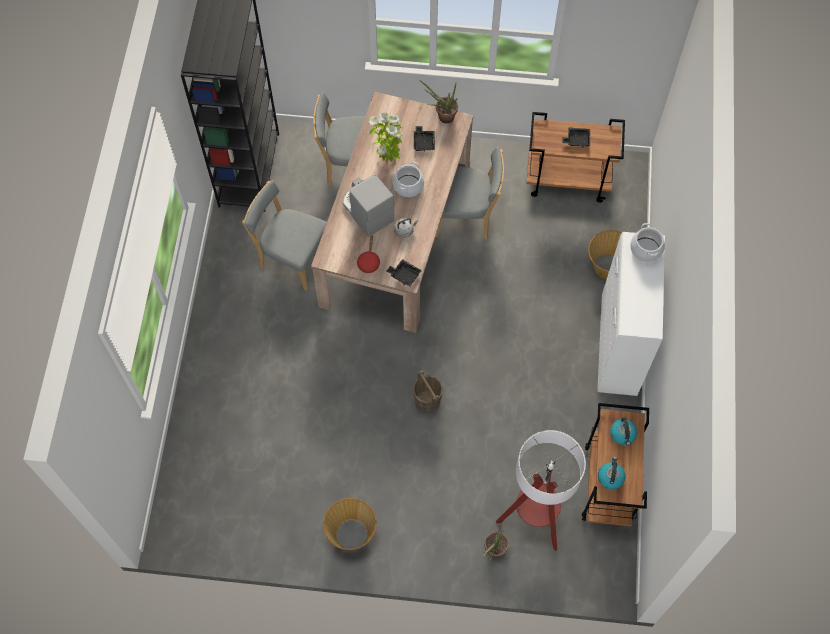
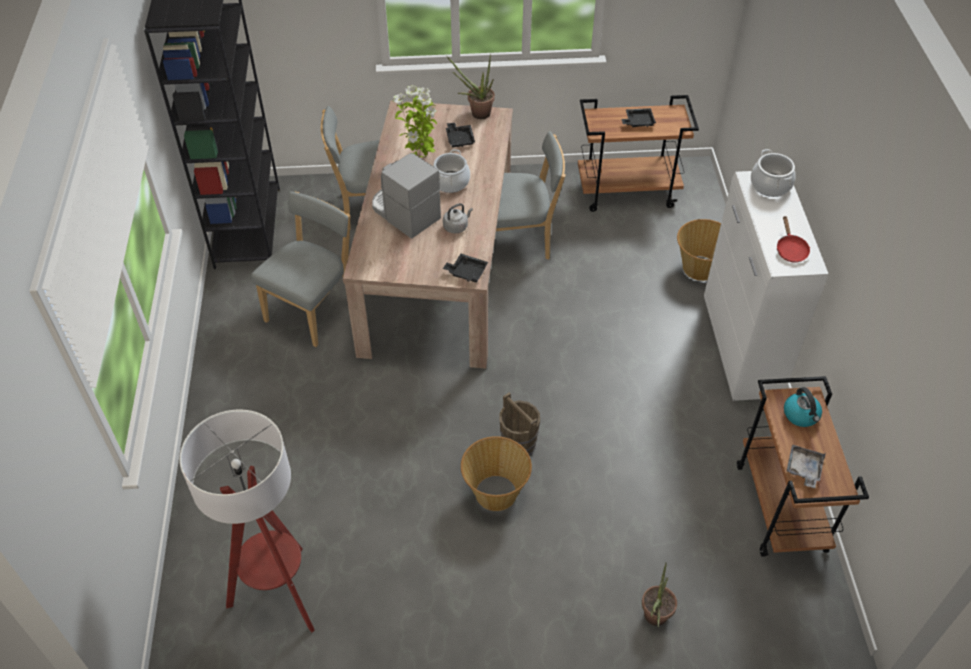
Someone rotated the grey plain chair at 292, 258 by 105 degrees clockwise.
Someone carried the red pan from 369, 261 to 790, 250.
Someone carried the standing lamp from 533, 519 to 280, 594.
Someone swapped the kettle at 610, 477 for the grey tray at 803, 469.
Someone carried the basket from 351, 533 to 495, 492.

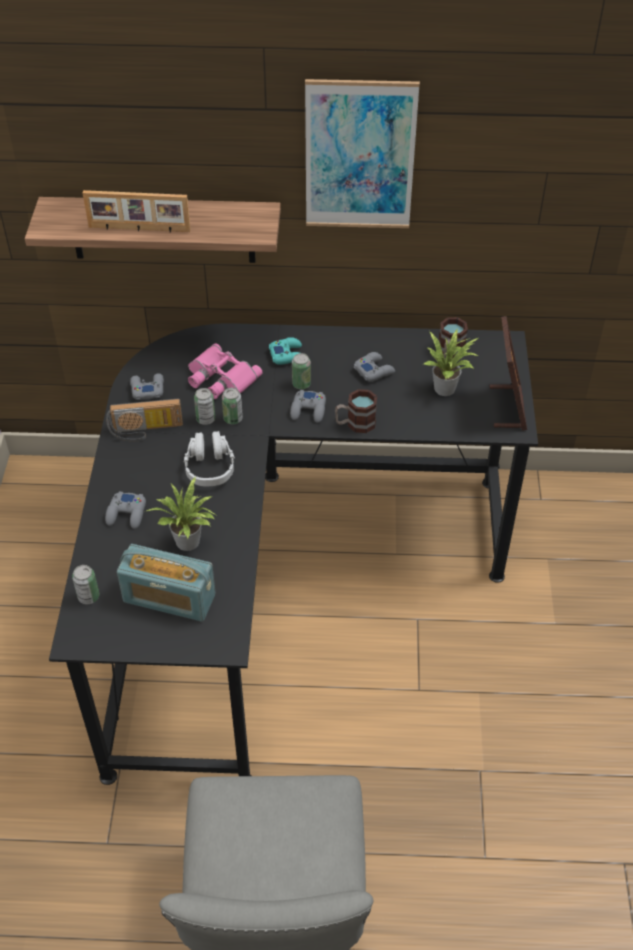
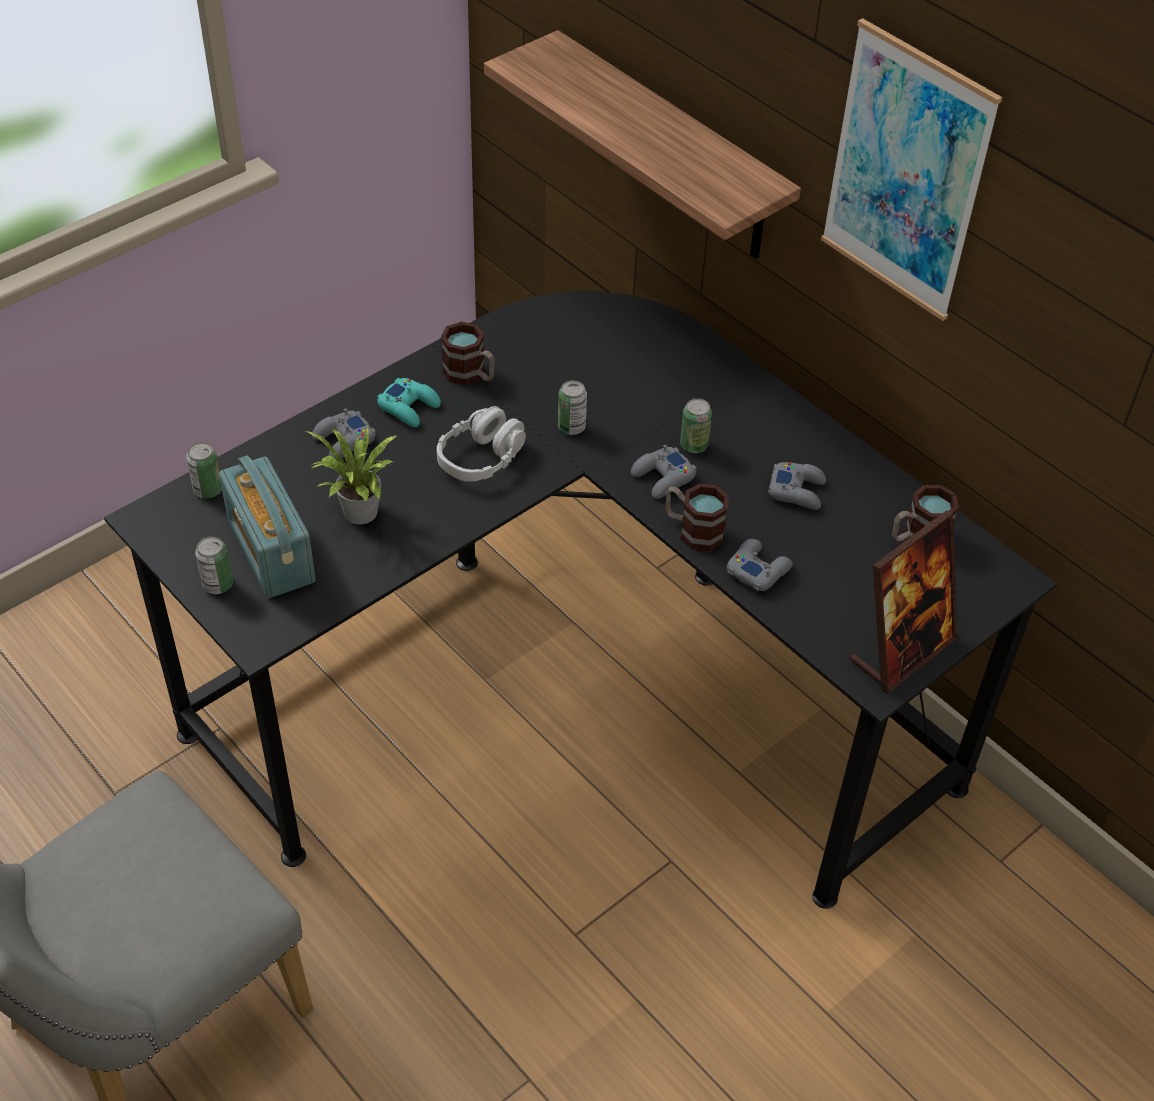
Someone took away the picture frame at 139, 229.
Someone took away the plant in a pot at 447, 388.
Someone carried the turquoise gamepad from 288, 355 to 409, 407.
Someone took away the pink-coloured pair of binoculars at 220, 378.
Someone carried the grey gamepad from 147, 389 to 758, 569.
Someone carried the sealed can from 206, 419 to 218, 584.
Someone swapped the radio set at 146, 431 for the tea mug at 470, 375.

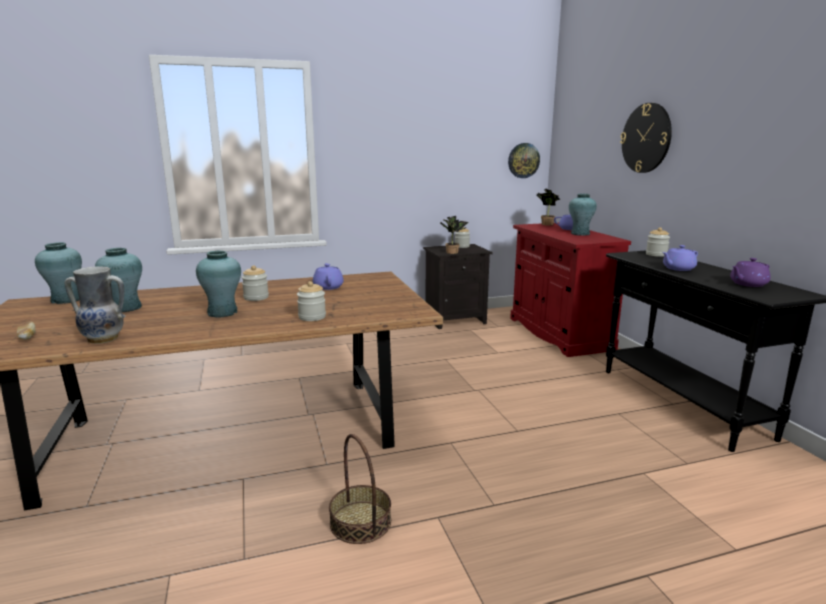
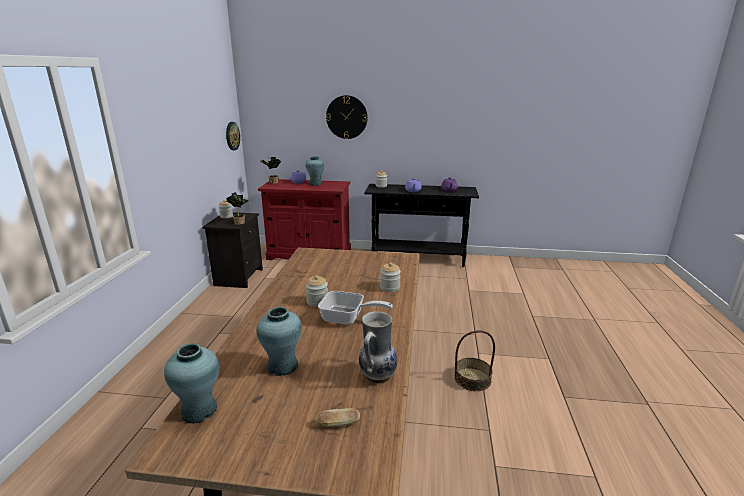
Someone swapped the turquoise decorative vase at 222, 312 for the pan at 347, 318.
Someone took away the purple-coloured tea pot at 328, 287.

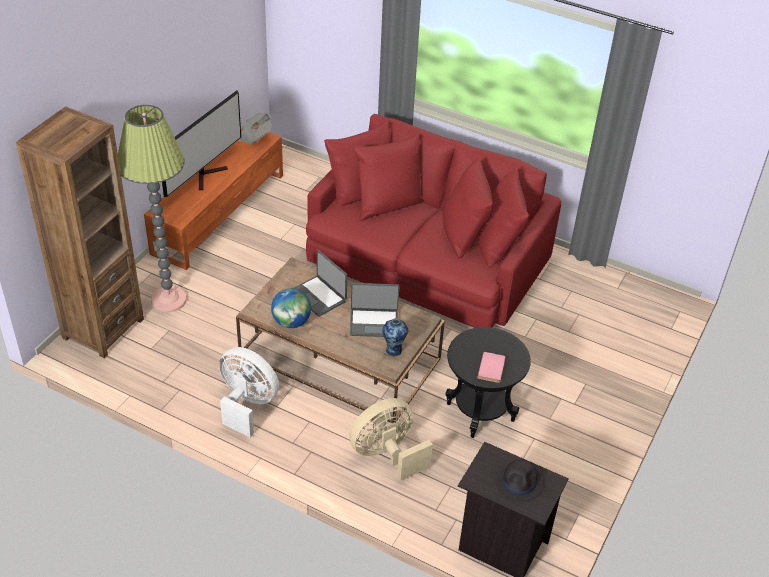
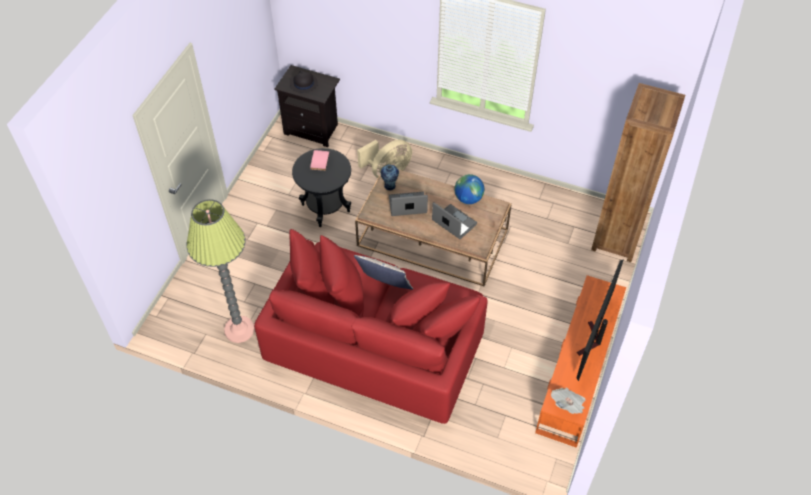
Someone carried the standing lamp from 169, 300 to 239, 330.
Someone took away the white-coloured cooling fan at 247, 404.
Someone put down the throw pillow at 384, 287.

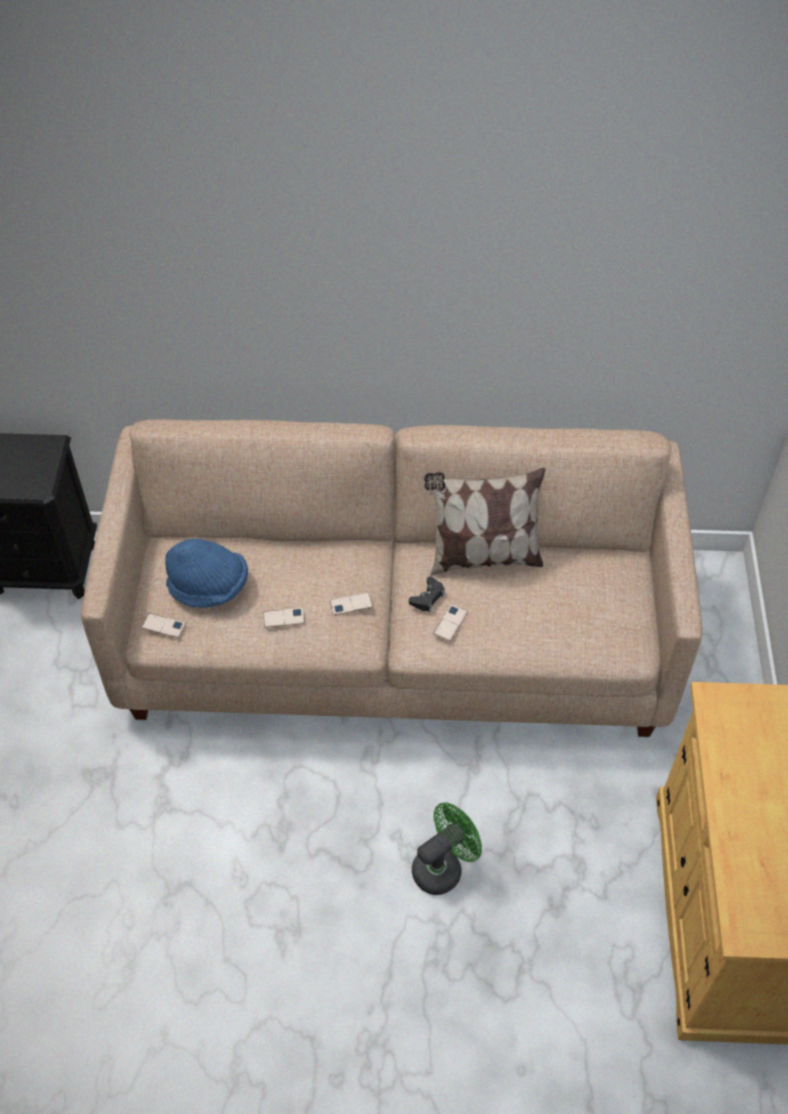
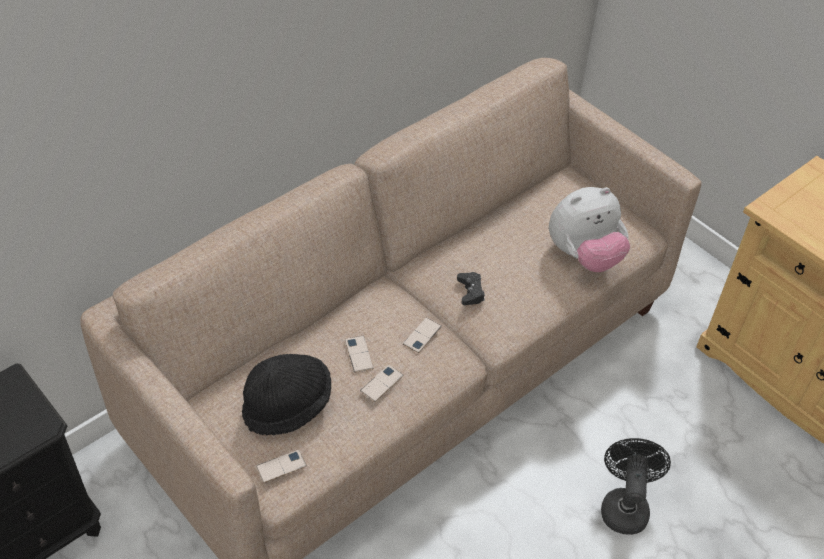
Someone took away the throw pillow at 482, 556.
Someone repainted the blue-coloured clothing hat at 209, 587, which became the black-coloured clothing hat at 287, 405.
Someone carried the phone from 450, 623 to 359, 354.
Someone repainted the greenish cooling fan at 443, 866, which became the black-coloured cooling fan at 624, 505.
Someone put down the plush toy at 584, 256.

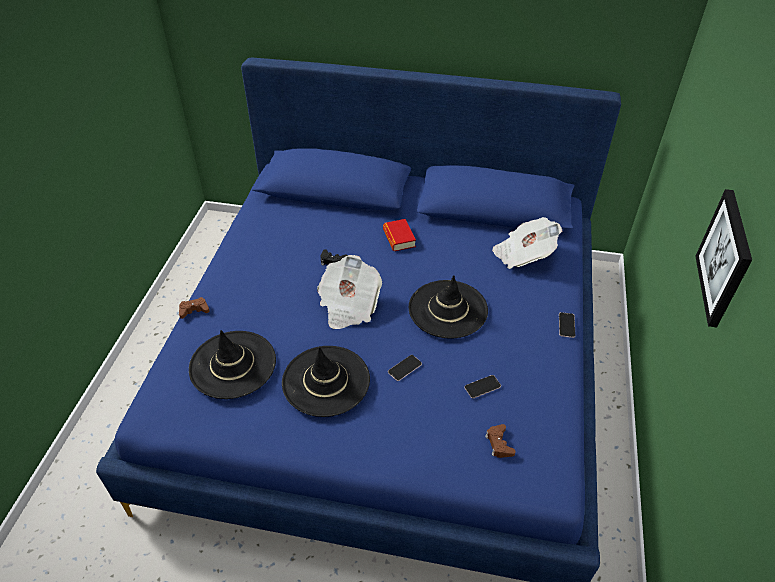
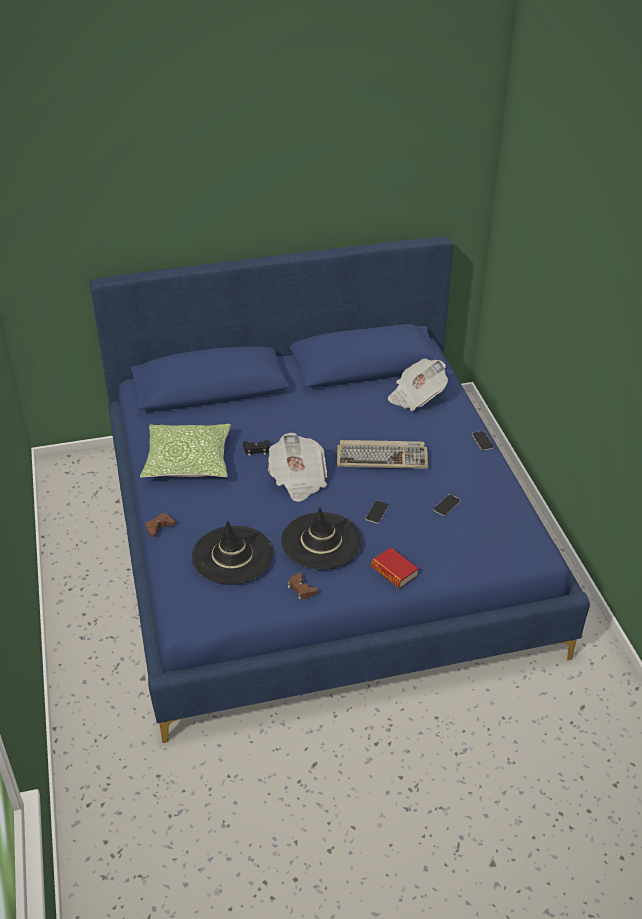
Someone took away the wall picture at 725, 258.
Someone carried the volume from 399, 238 to 394, 571.
Someone swapped the black-coloured clothing hat at 448, 309 for the PC keyboard at 382, 457.
Someone carried the brownish gamepad from 499, 444 to 301, 589.
Someone put down the throw pillow at 188, 461.

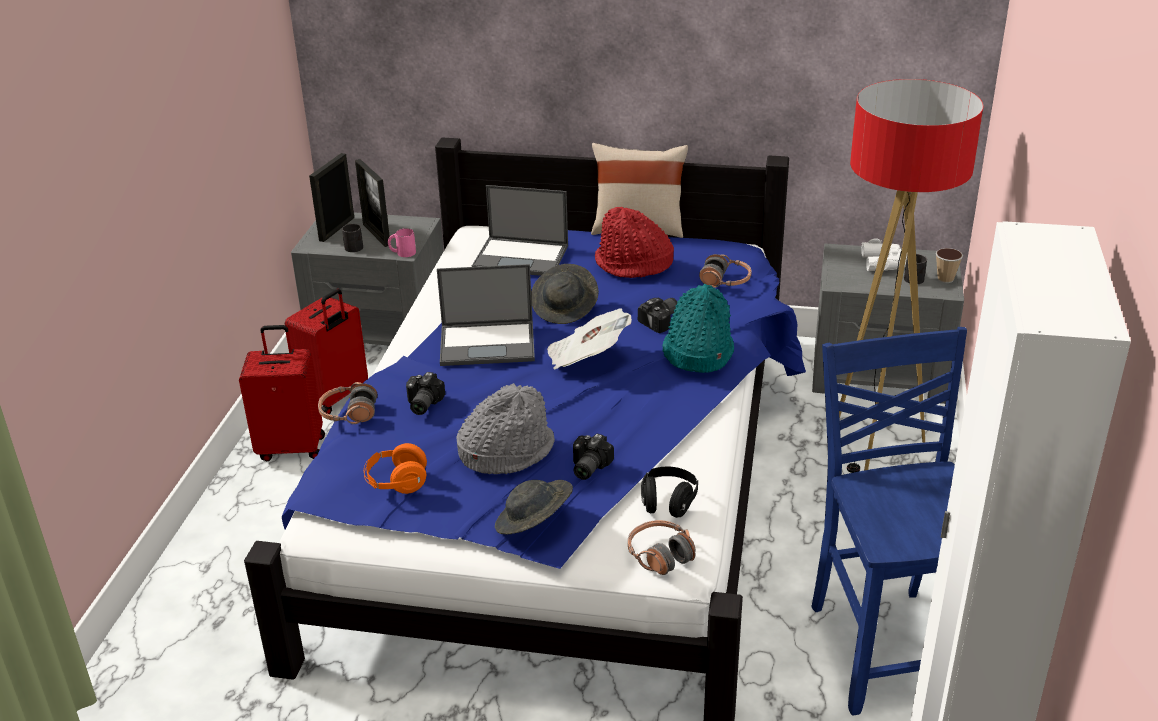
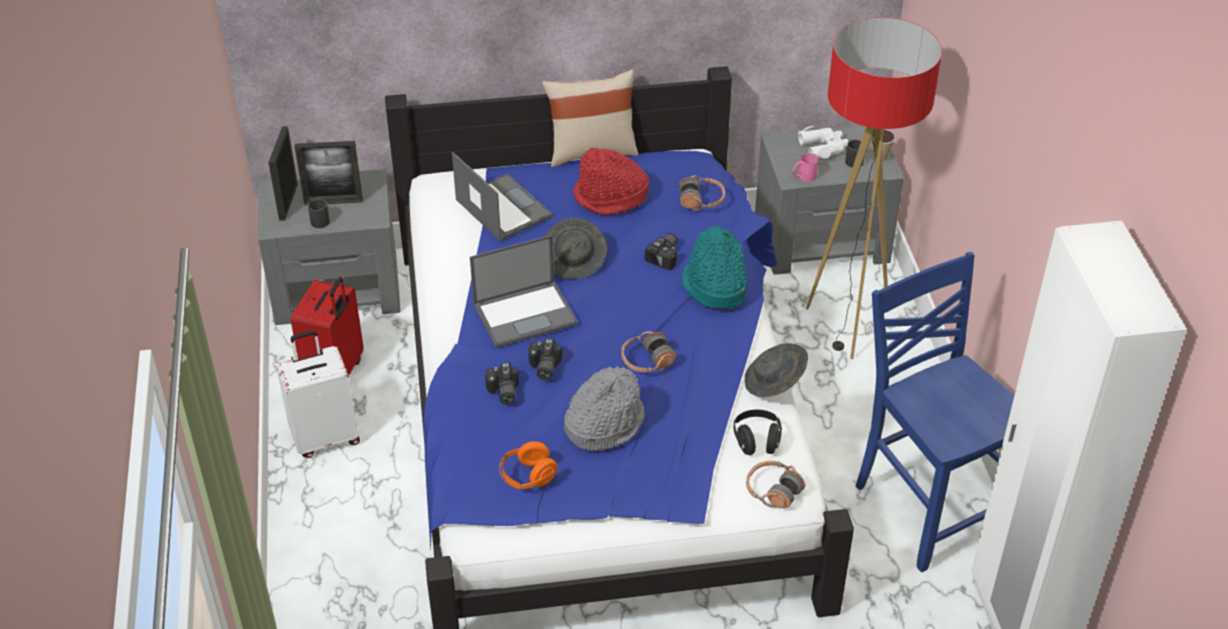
Someone rotated the picture frame at 376, 235 by 45 degrees counterclockwise.
Someone rotated the notebook computer at 522, 257 by 120 degrees counterclockwise.
Someone carried the pink-coloured tea mug from 402, 253 to 804, 176.
Someone took away the printed paper at 587, 358.
Someone repainted the red suitcase at 292, 447, which became the white-coloured suitcase at 325, 437.
Someone carried the headphones from 349, 413 to 647, 361.
Someone carried the photo camera from 587, 467 to 543, 367.
Someone carried the grey clothing hat from 534, 524 to 774, 382.

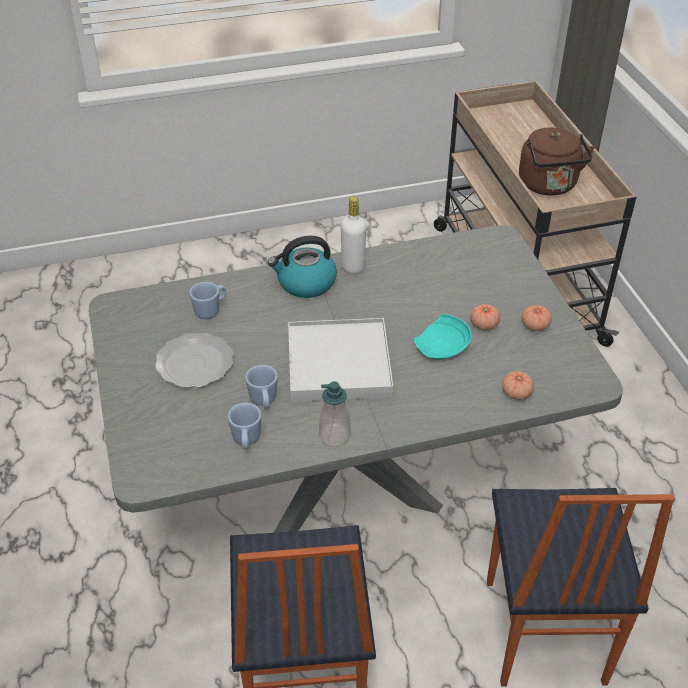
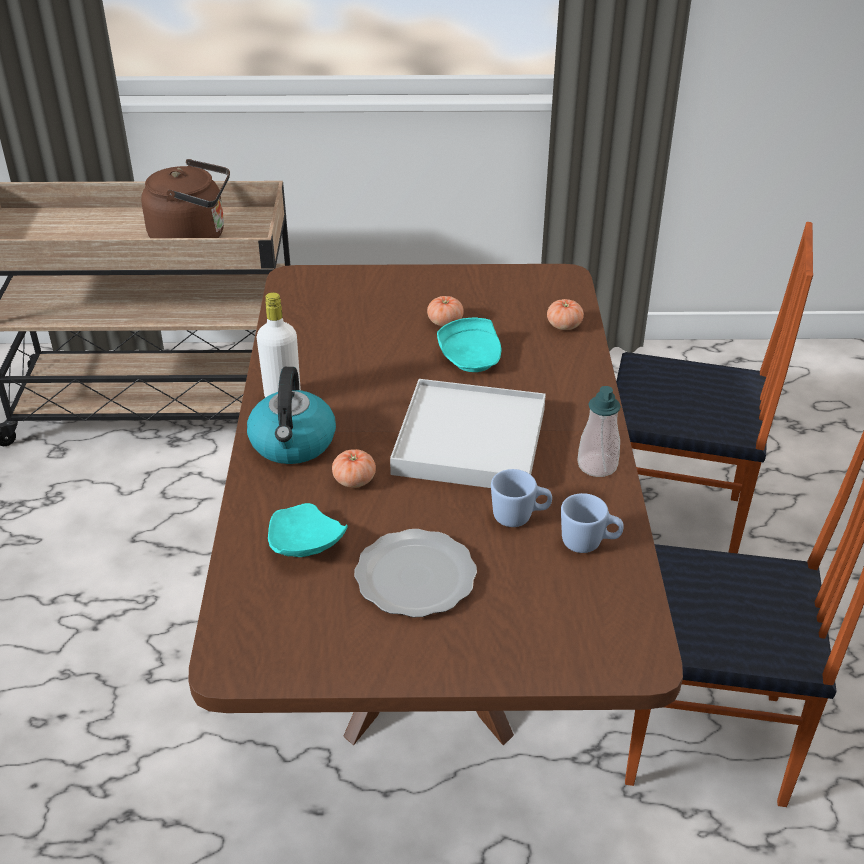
Someone repainted the grey kitchen table at 343, 487, which became the brownish kitchen table at 430, 643.
Someone swapped the blue-coloured tea mug at 211, 310 for the turquoise plate at 304, 545.
Someone carried the whole tomato from 535, 326 to 354, 480.

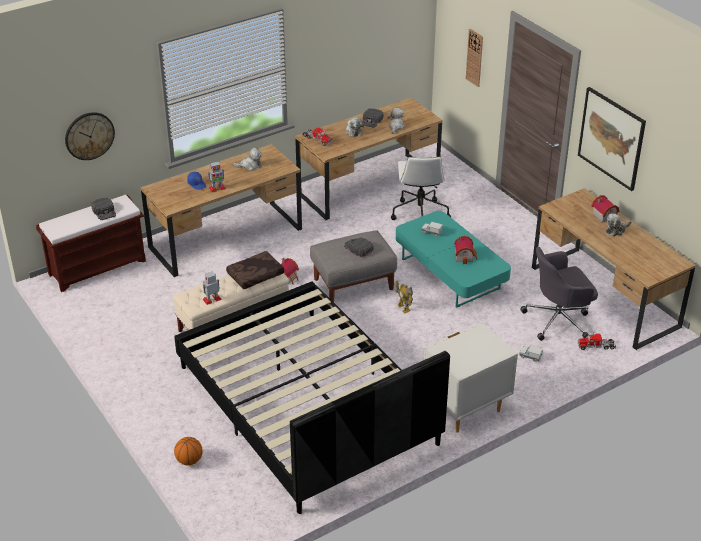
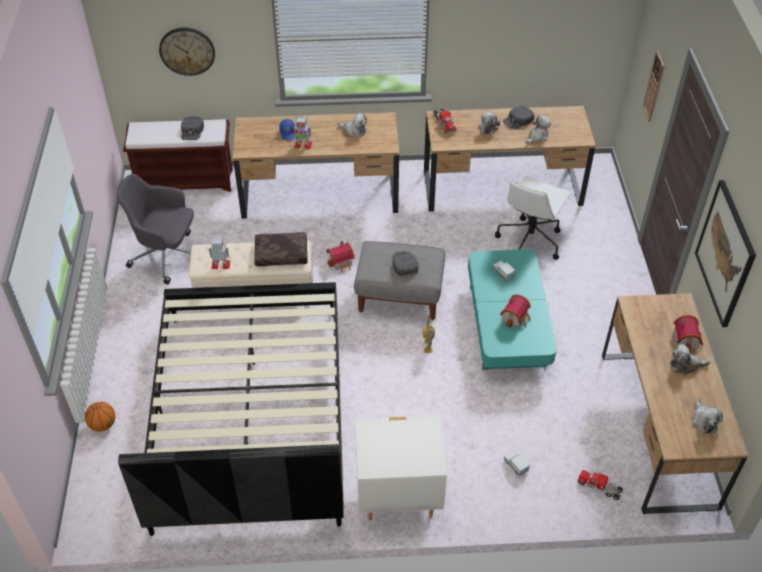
Someone carried the grey desk chair from 558, 320 to 166, 256.
Someone put down the plush toy at 704, 420.

